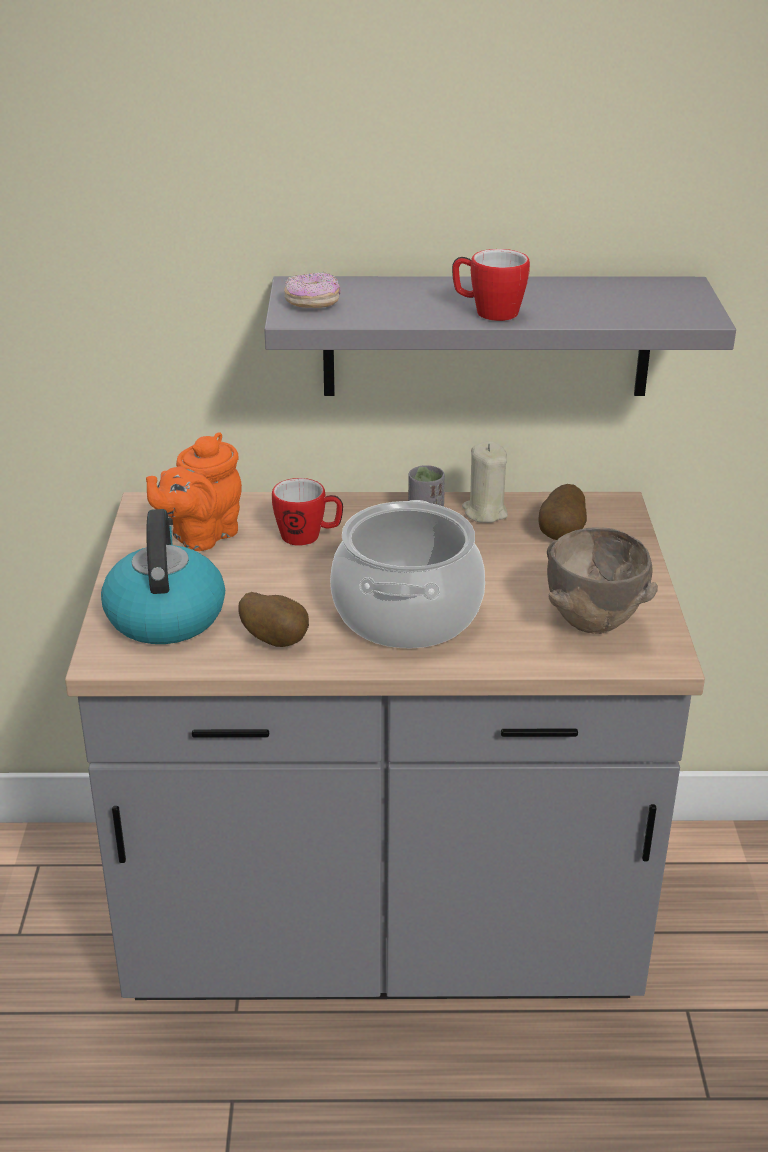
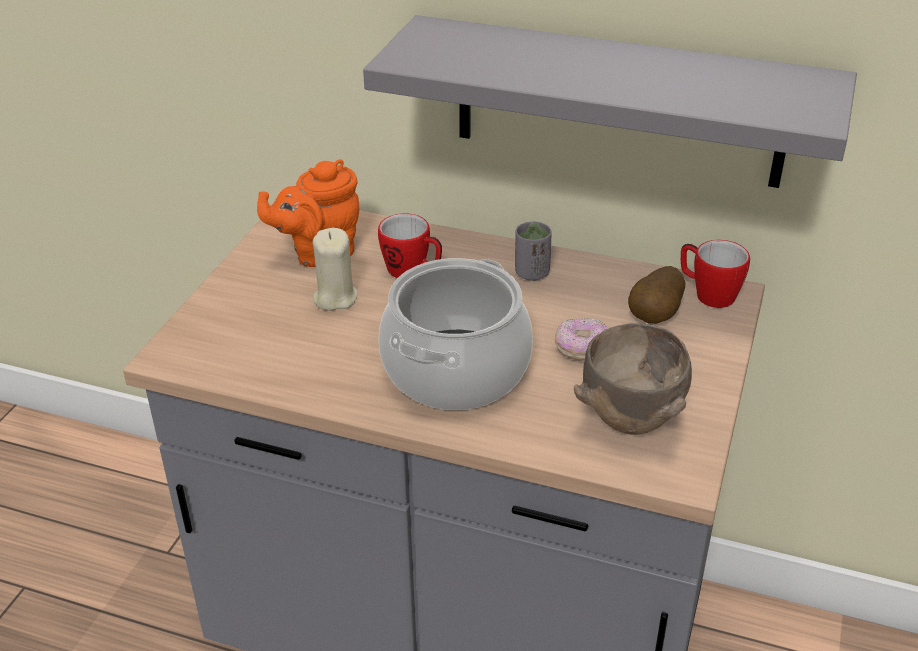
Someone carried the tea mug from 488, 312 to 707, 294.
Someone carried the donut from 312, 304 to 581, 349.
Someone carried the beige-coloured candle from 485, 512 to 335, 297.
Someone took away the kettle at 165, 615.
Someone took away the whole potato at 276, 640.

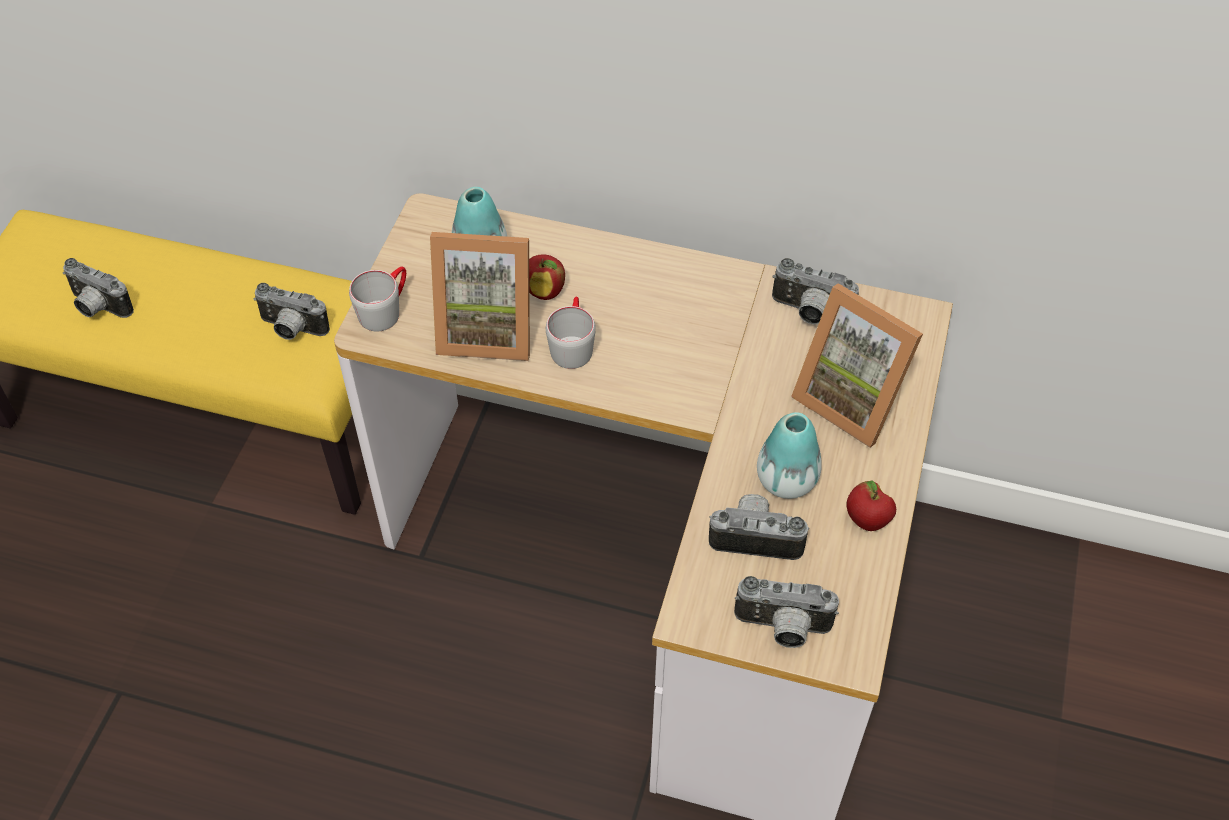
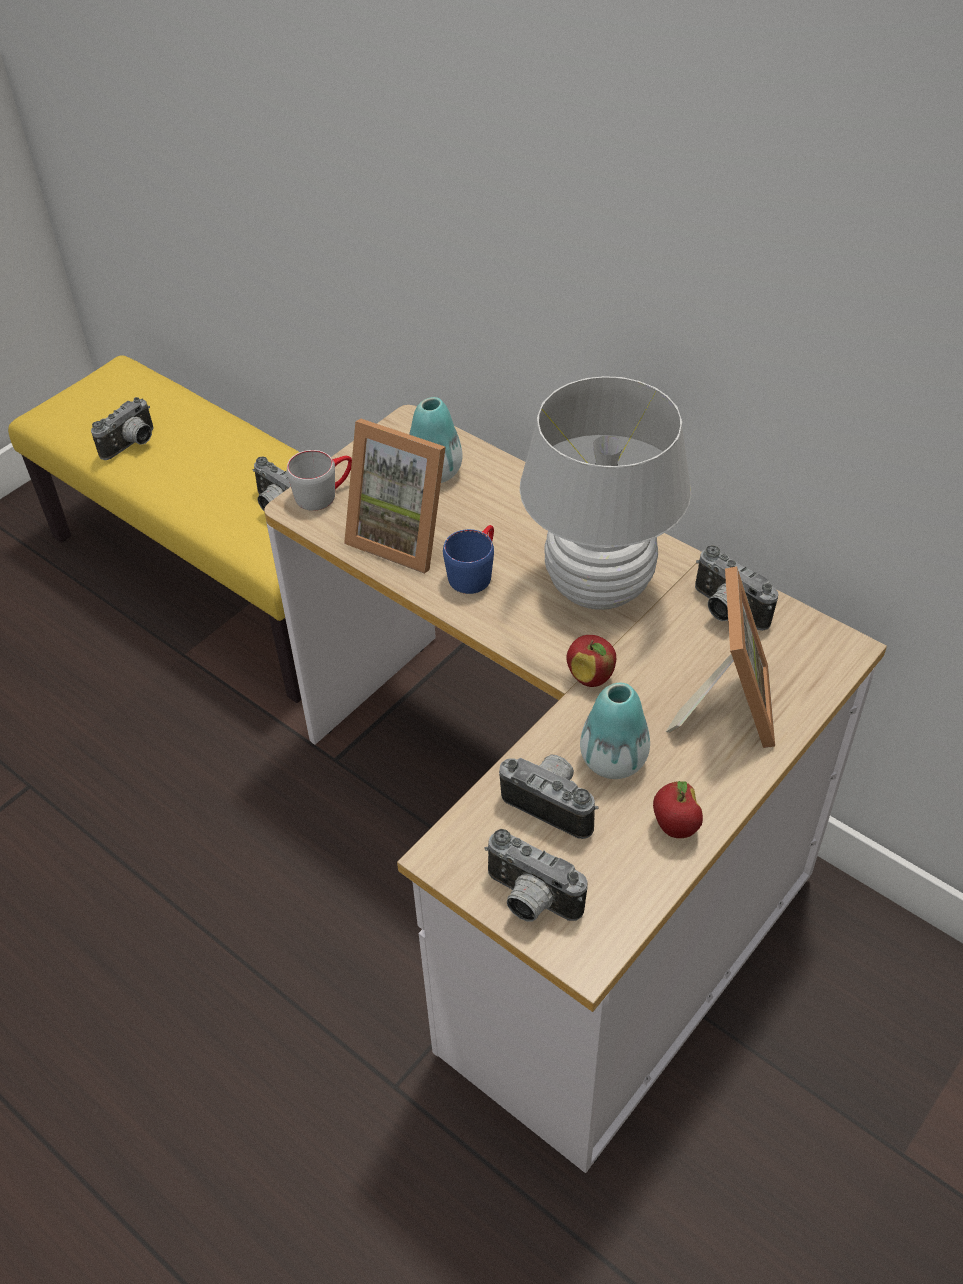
Someone carried the whole apple from 545, 291 to 591, 677.
Someone rotated the photo camera at 97, 307 by 105 degrees counterclockwise.
Someone rotated the picture frame at 852, 399 by 150 degrees counterclockwise.
Someone repainted the grey tea mug at 572, 344, which became the blue-coloured tea mug at 474, 571.
Someone put down the white-coloured tabletop lamp at 599, 587.

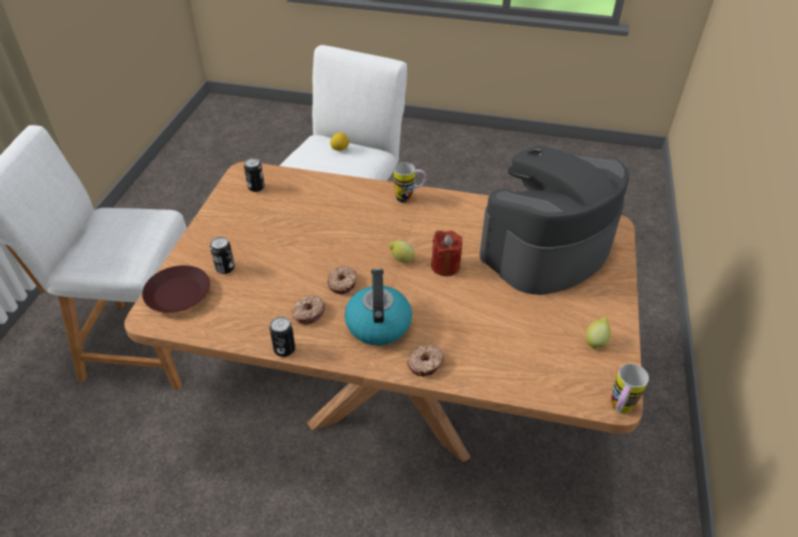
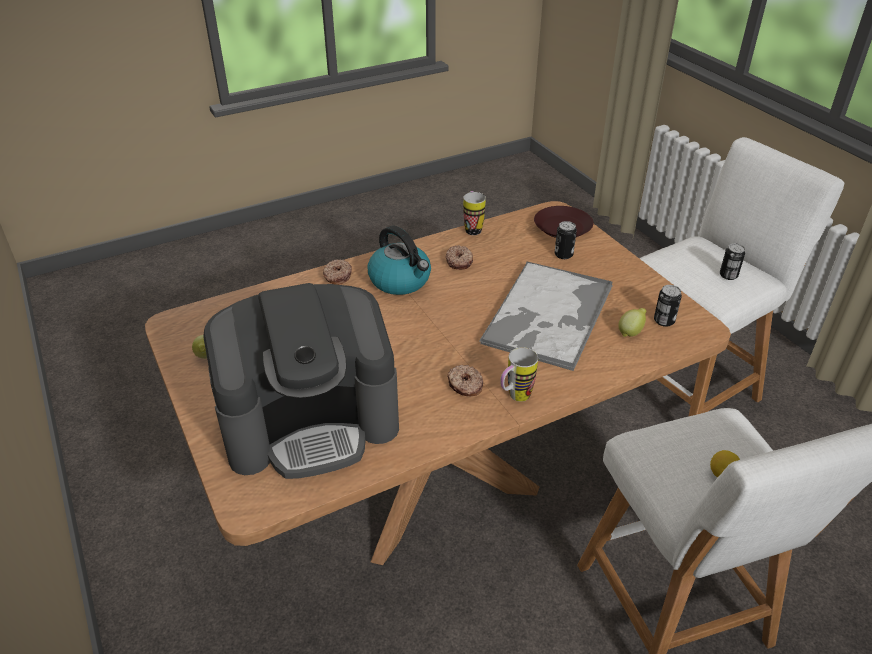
Someone rotated the coffee machine at 545, 250 by 60 degrees clockwise.
Someone took away the red candle at 445, 266.
Someone carried the lemon from 401, 260 to 631, 332.
Someone carried the donut from 343, 283 to 465, 385.
Someone carried the sealed can from 284, 349 to 728, 275.
Someone carried the tea mug from 618, 410 to 472, 228.
Someone put down the tray at 547, 315.

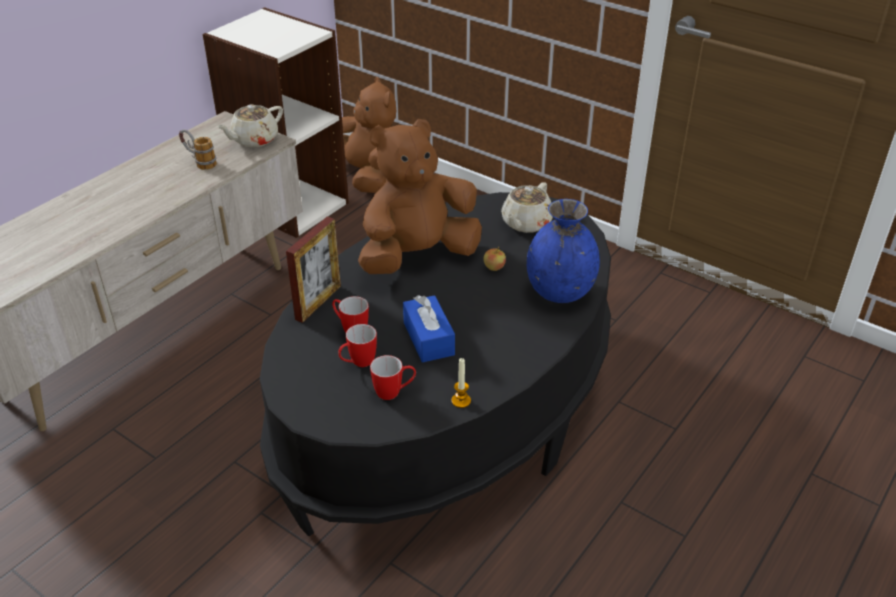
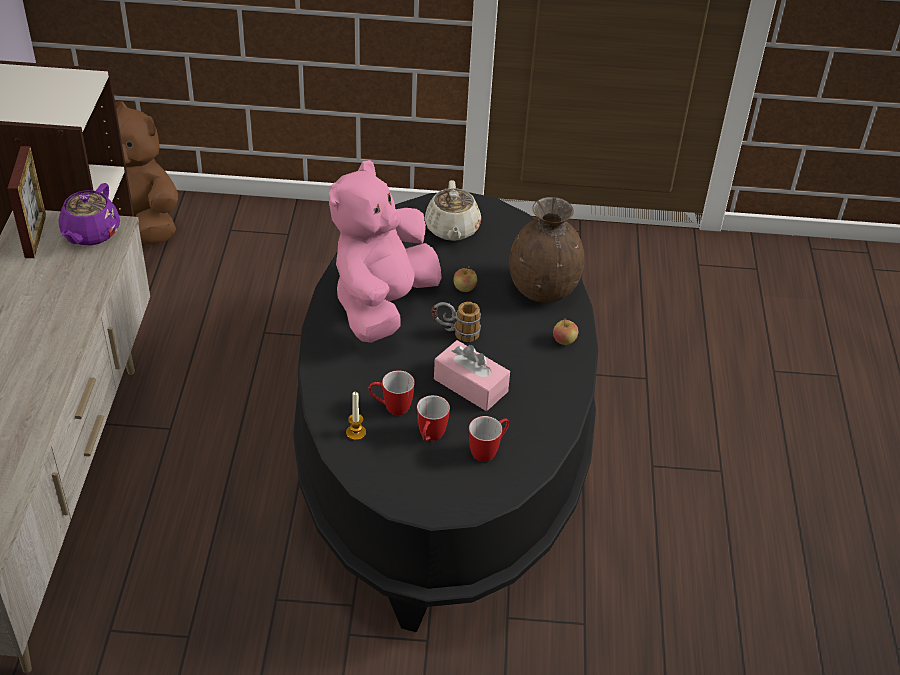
Someone repainted the beige-coloured tea pot at 254, 140, which became the purple-coloured tea pot at 90, 233.
Someone repainted the brownish plush toy at 418, 256, which became the pink-coloured plush toy at 382, 304.
Someone carried the tea mug from 199, 162 to 455, 334.
Someone repainted the blue-coloured decorative vase at 560, 292, which became the brownish decorative vase at 543, 290.
Someone carried the picture frame from 318, 302 to 35, 236.
Someone repainted the blue-coloured tissue box at 428, 338, which became the pink-coloured tissue box at 470, 385.
Someone carried the candle from 461, 401 to 356, 433.
Someone put down the whole apple at 564, 341.

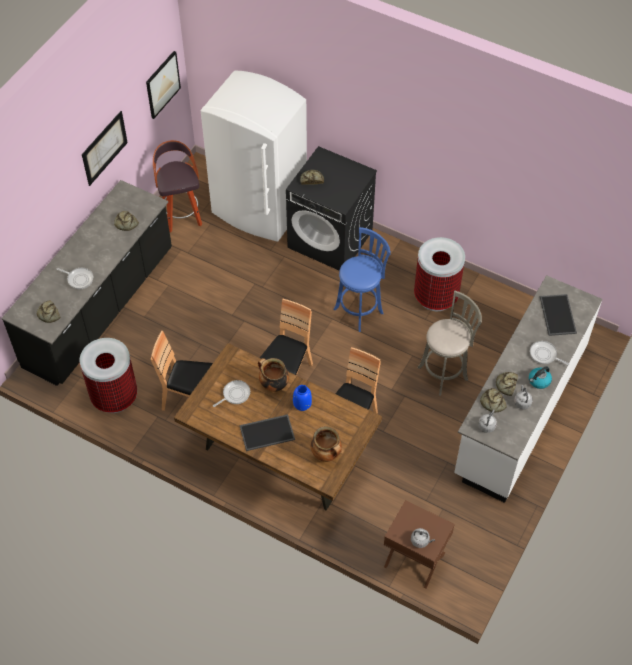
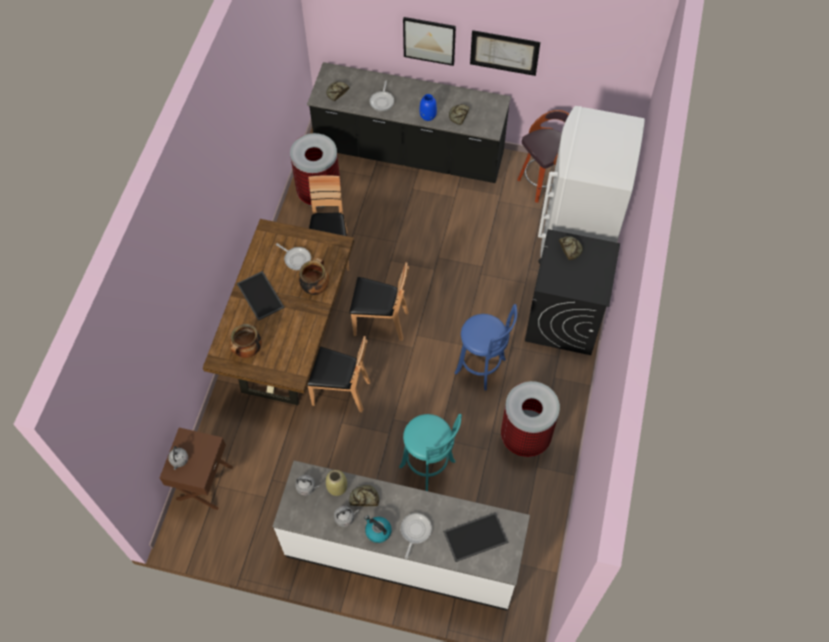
Someone carried the wall picture from 162, 84 to 429, 40.
Someone repainted the grey sitting stool at 445, 372, which became the turquoise sitting stool at 429, 466.
Someone carried the blue-coloured decorative vase from 302, 404 to 428, 115.
Someone swapped the bakery bread at 492, 402 for the beige-coloured decorative vase at 337, 488.

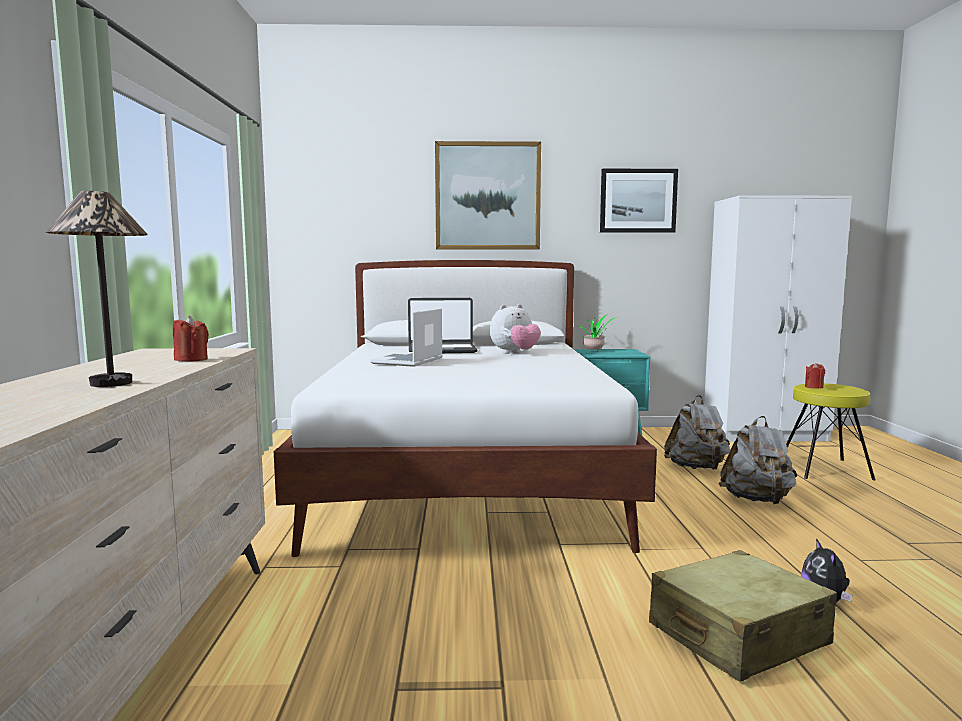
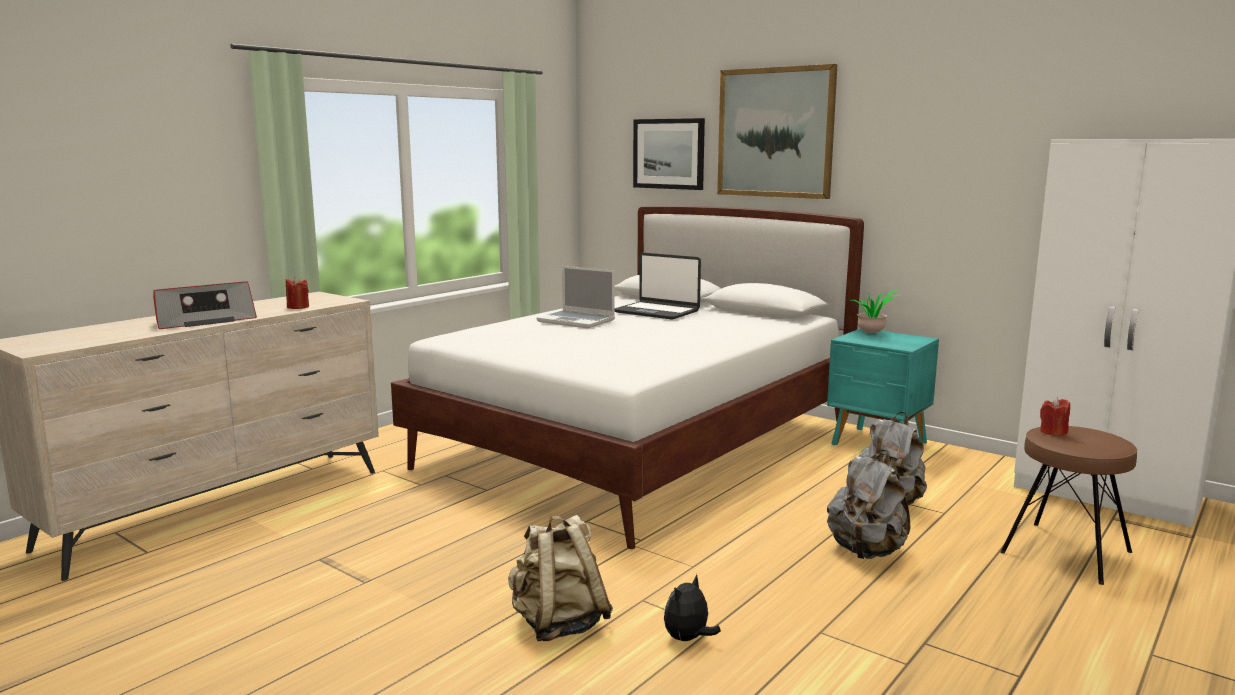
Someone carried the wall picture from 638, 201 to 669, 154.
Someone swapped the tabletop lamp at 111, 383 for the radio set at 204, 320.
Someone took away the plush toy at 515, 353.
Someone rotated the notebook computer at 408, 361 by 120 degrees counterclockwise.
Someone repainted the yellowish sitting stool at 824, 468, which became the brownish sitting stool at 1065, 551.
Someone swapped the beige-coloured suitcase at 737, 635 for the beige-coloured rucksack at 558, 624.

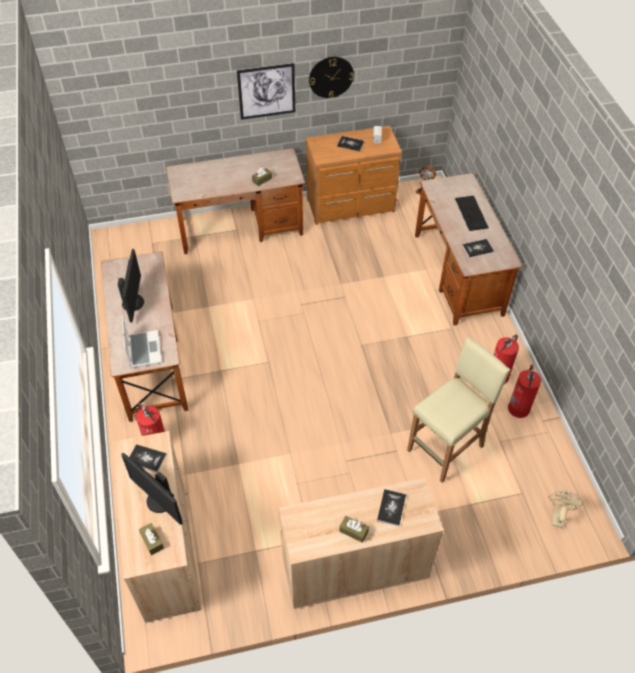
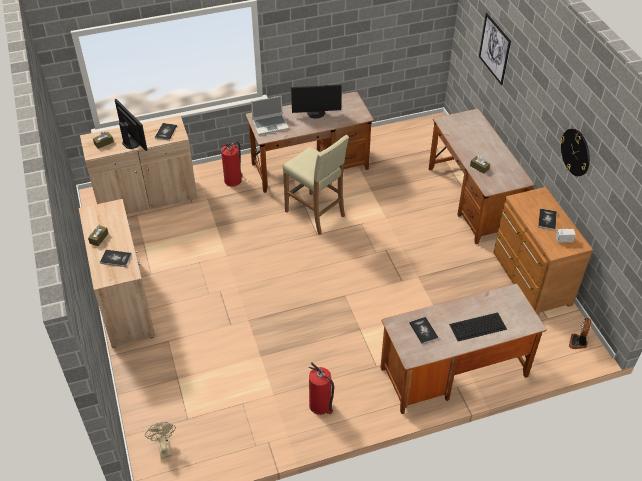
Someone carried the wall picture from 266, 91 to 494, 49.
Someone carried the beige-coloured sitting stool from 446, 448 to 315, 214.
Someone took away the fire-fighting cylinder at 519, 408.
Someone rotated the computer screen at 159, 501 by 105 degrees clockwise.
Someone rotated the beige-coloured cooling fan at 558, 515 by 120 degrees counterclockwise.

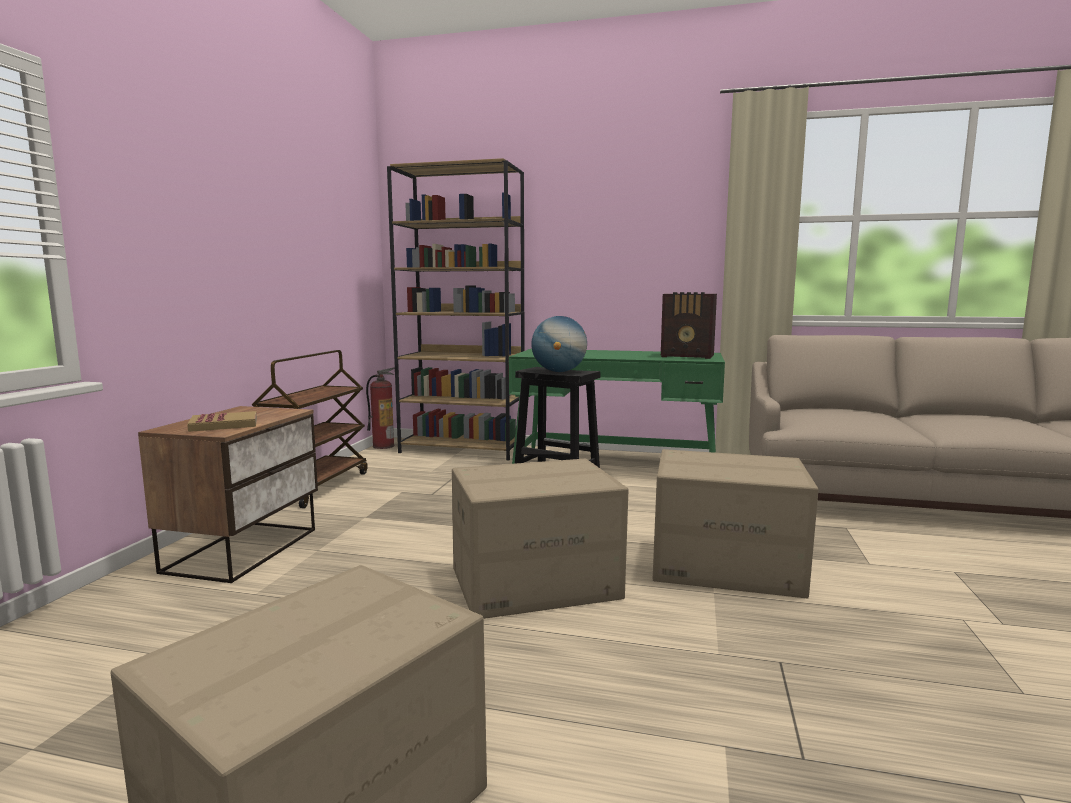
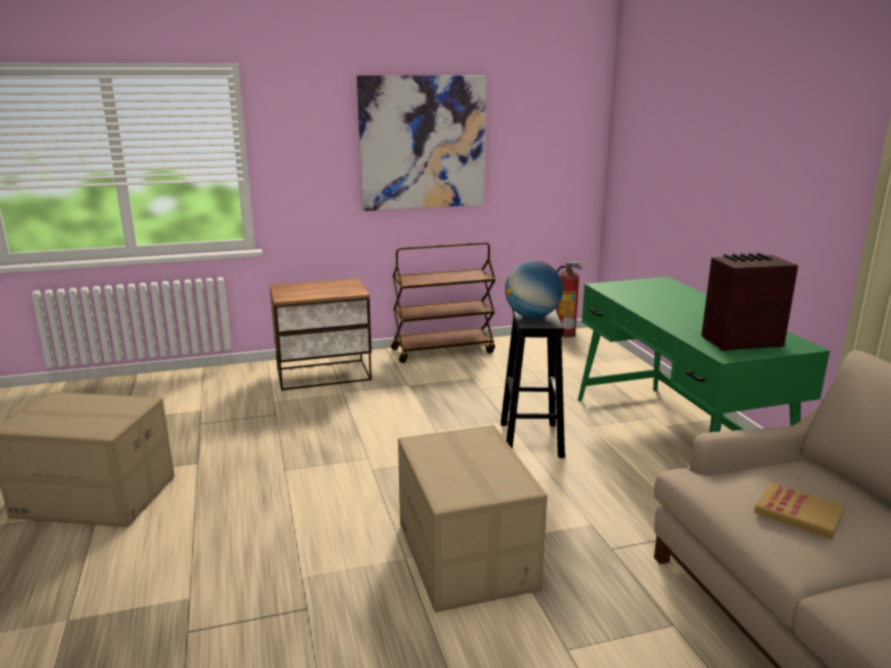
Someone took away the brownish bookshelf at 463, 449.
Someone rotated the radio set at 688, 356 by 90 degrees clockwise.
Someone carried the volume from 224, 424 to 798, 513.
Someone took away the packing box at 535, 583.
Someone put up the wall picture at 422, 143.

